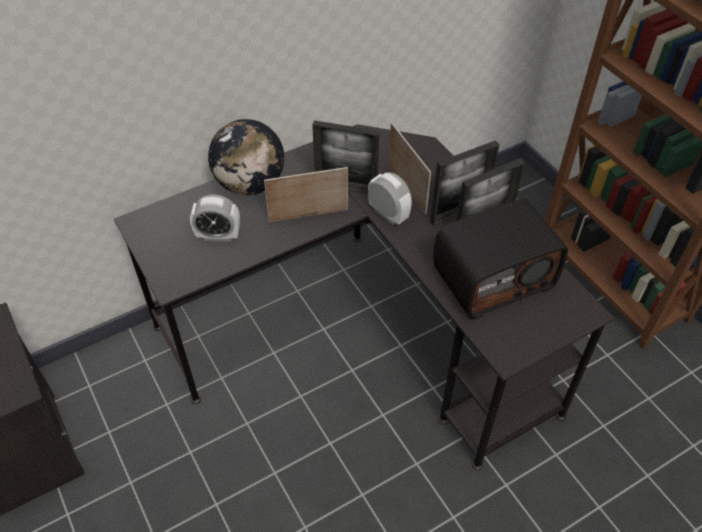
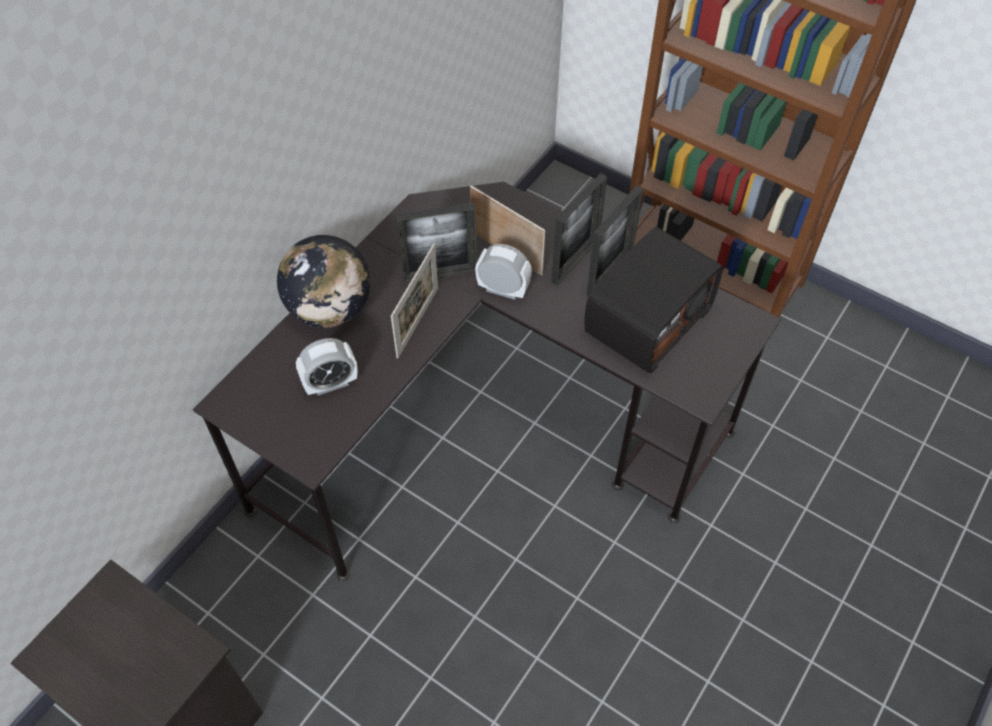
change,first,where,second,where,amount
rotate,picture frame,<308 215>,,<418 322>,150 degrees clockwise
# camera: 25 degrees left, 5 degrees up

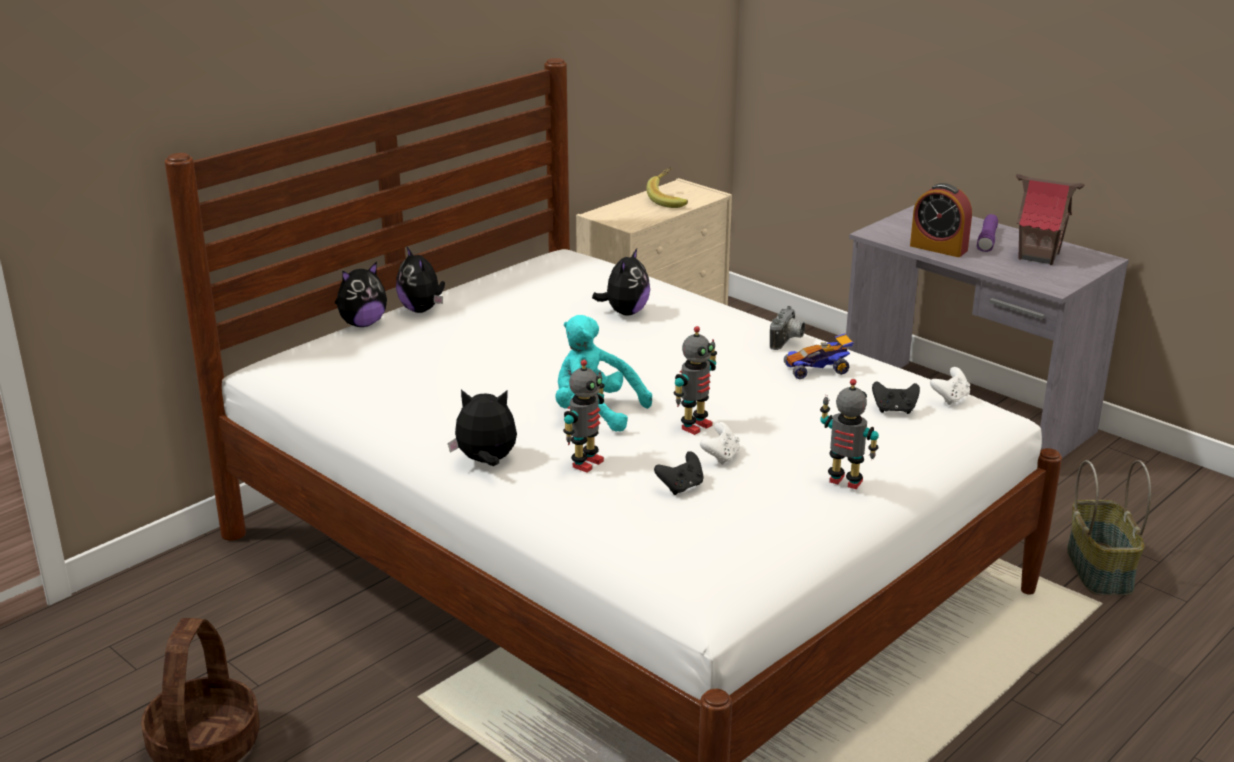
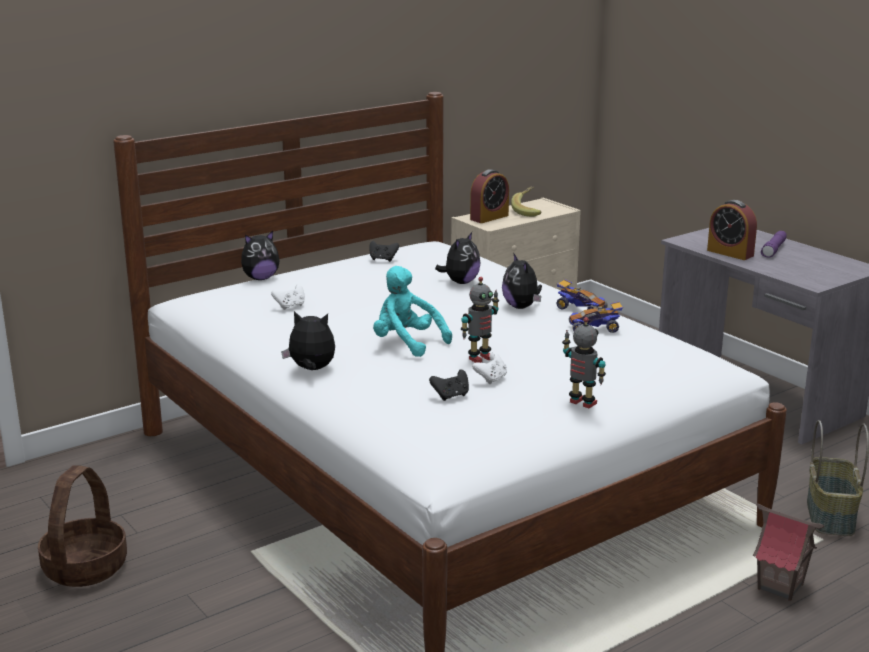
change,first,where,second,where,amount
move,plush toy,<422 310>,,<522 307>,
delete,toy robot,<585 463>,,,
replace,photo camera,<788 341>,toy car,<580 309>,
move,black game controller,<894 410>,,<383 259>,
move,white game controller,<950 398>,,<290 306>,
move,toy house,<1038 256>,,<780 587>,
insert,,,alarm clock,<489 217>,
# camera: 10 degrees right, 5 degrees down

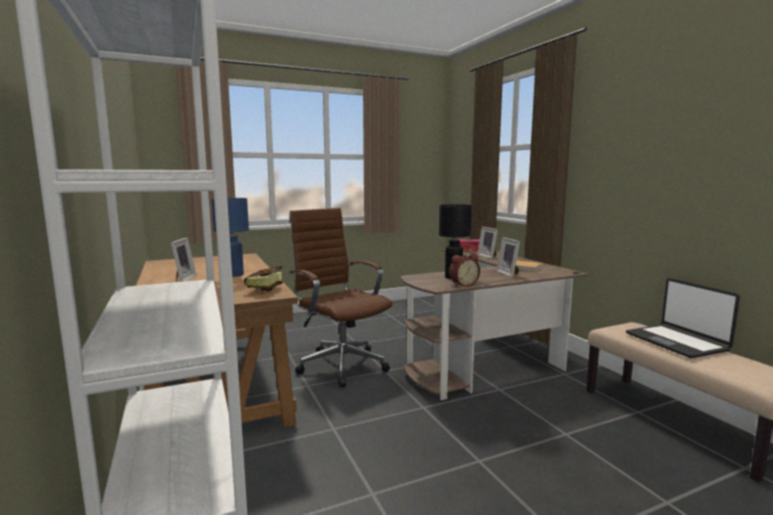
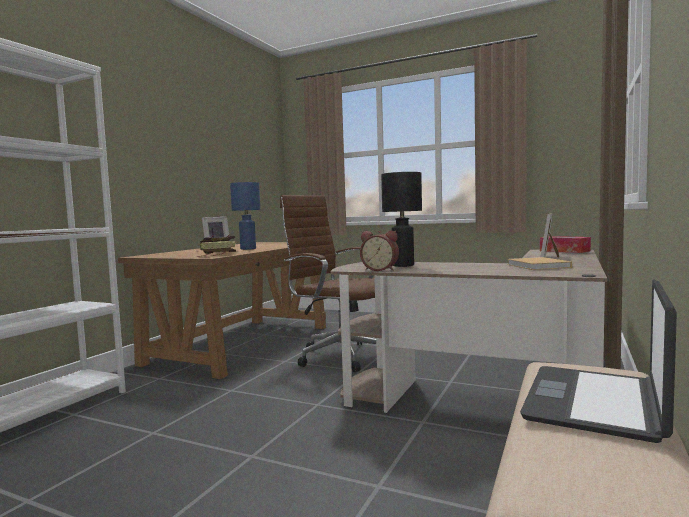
change,first,where,second,where,amount
rotate,brown office chair,<340 365>,,<339 356>,60 degrees counterclockwise
delete,picture frame,<509 274>,,,
# camera: 50 degrees right, 5 degrees down

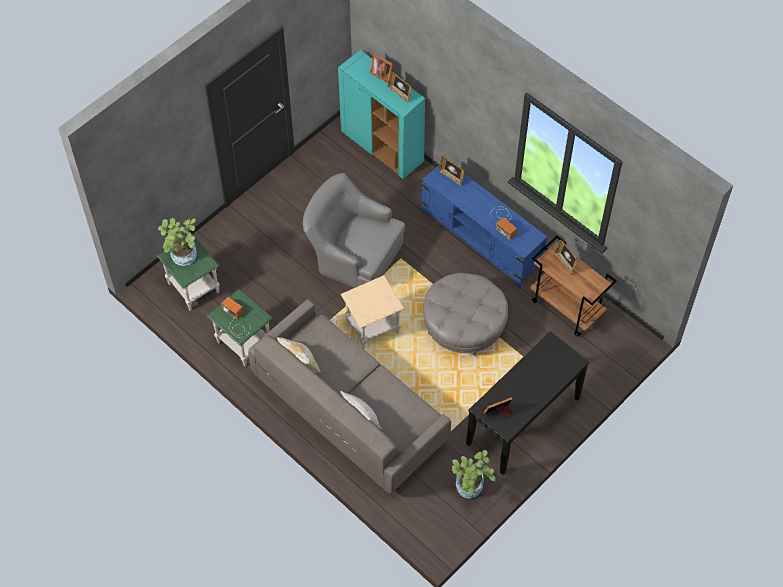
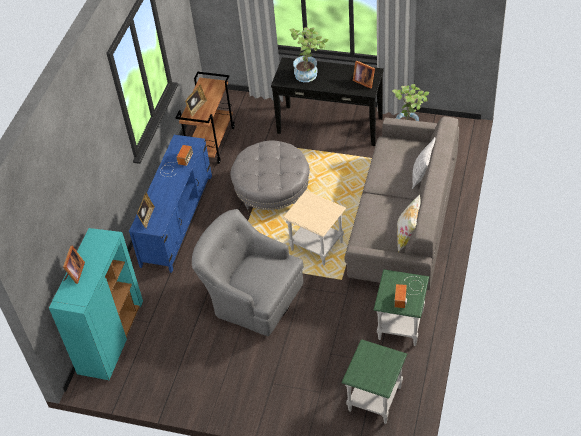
change,first,where,second,where,amount
move,potted plant,<183 259>,,<309 74>,
rotate,grey armchair,<353 254>,,<251 297>,120 degrees clockwise
delete,picture frame,<400 93>,,,
# camera: 115 degrees left, 10 degrees down

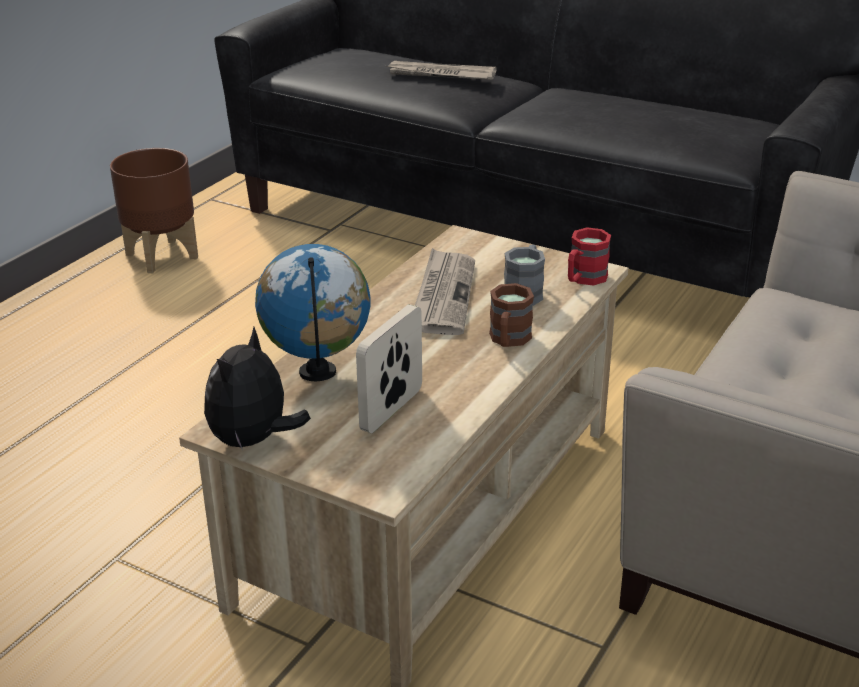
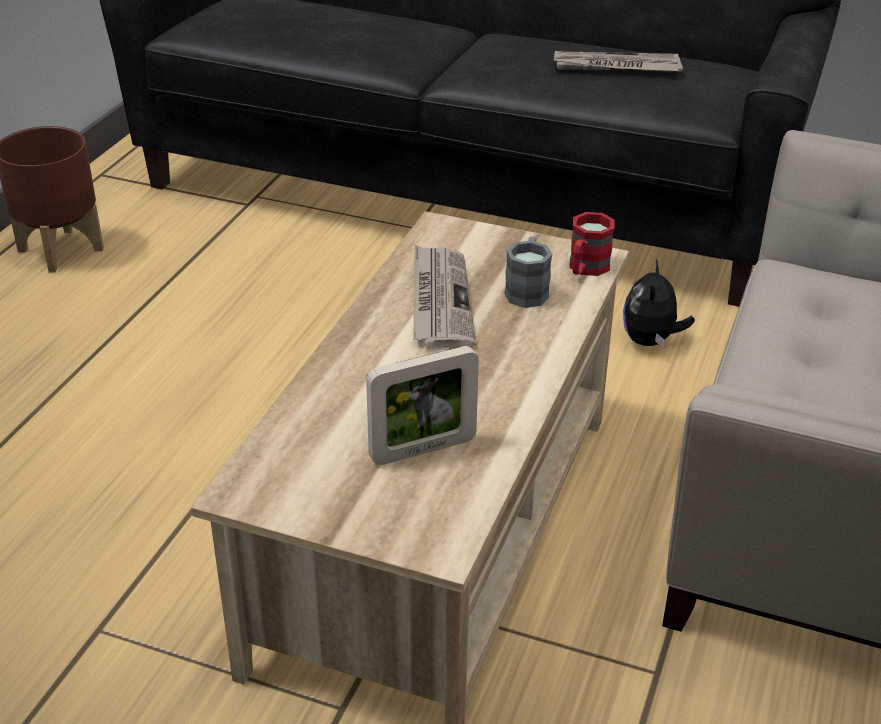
change,first,where,second,where,amount
move,plush toy,<253 441>,,<650 341>,
delete,globe,<318 372>,,,
rotate,picture frame,<391 410>,,<423 449>,135 degrees counterclockwise
move,newspaper,<440 74>,,<616 67>,
delete,brown mug,<508 340>,,,
# camera: 10 degrees left, 5 degrees up

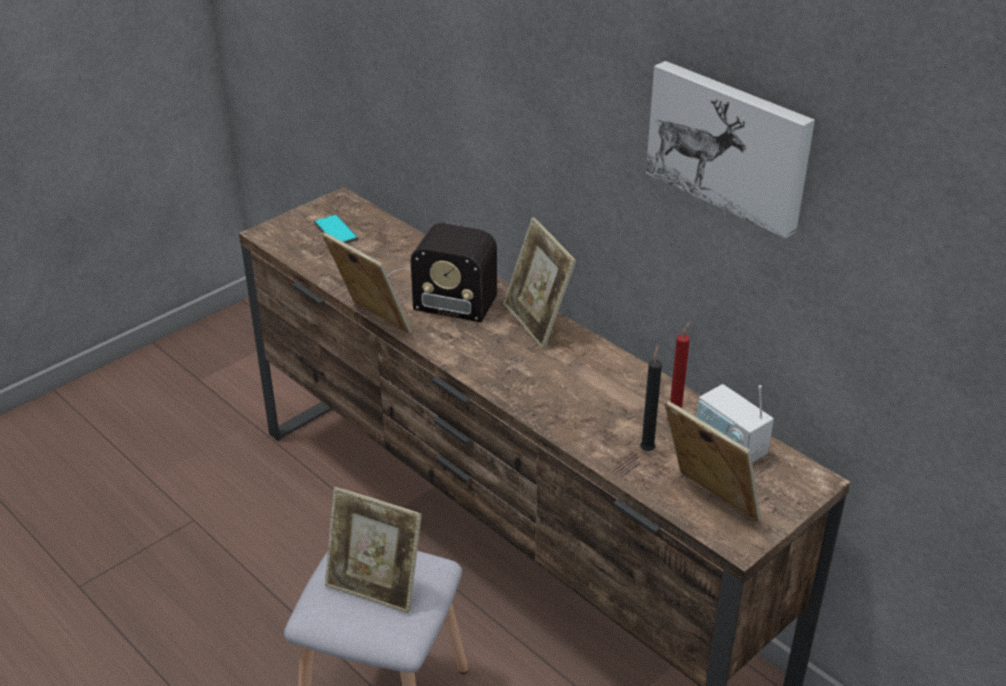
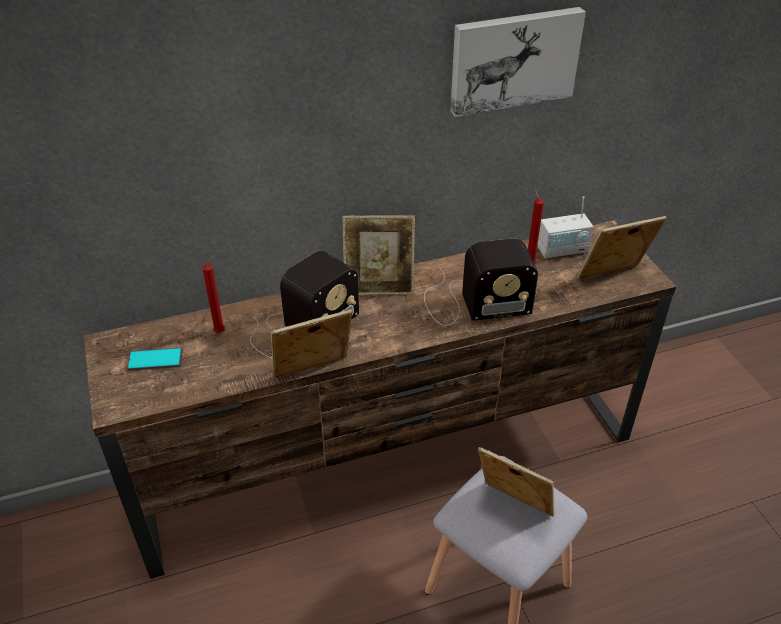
change,first,where,second,where,amount
rotate,picture frame,<375 587>,,<512 508>,105 degrees counterclockwise
delete,black candle,<647 449>,,,
insert,,,red candle,<221 331>,
insert,,,radio,<472 302>,
# camera: 65 degrees left, 5 degrees up

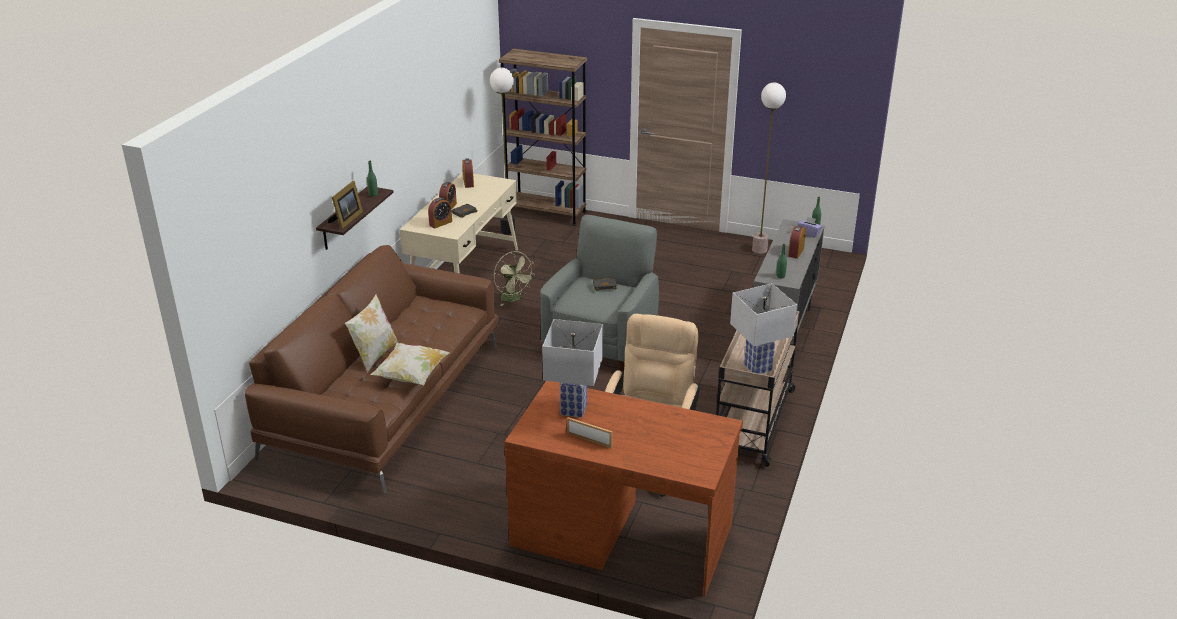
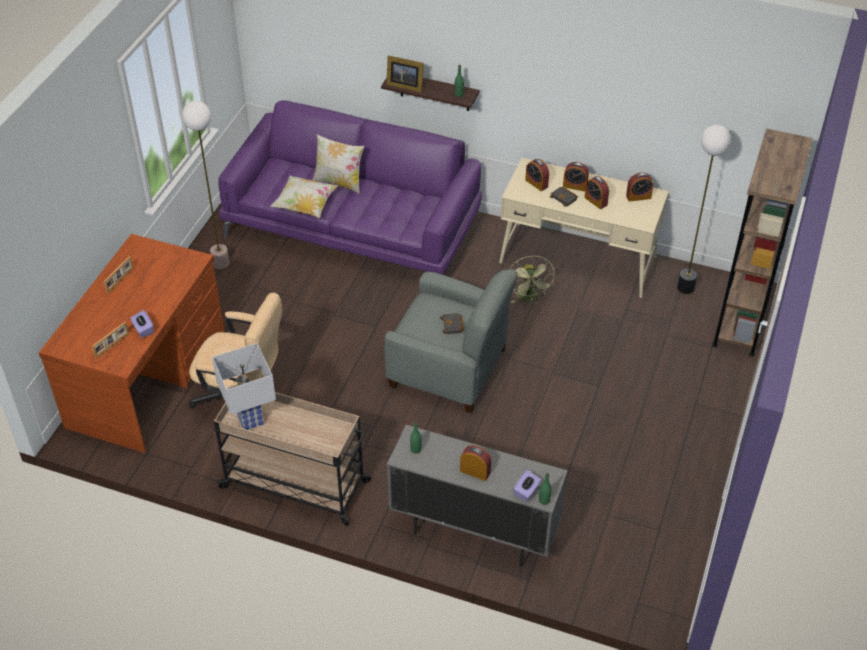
change,first,where,second,where,amount
recolor,brown sofa,<387 398>,purple sofa,<353 225>,
rotate,green fan,<514 299>,,<529 299>,60 degrees counterclockwise
delete,white table lamp,<573 410>,,,
move,floor lamp,<759 250>,,<221 263>,
insert,,,picture frame,<112 346>,
insert,,,purple tissue box,<143 329>,
insert,,,alarm clock,<595 201>,
# camera: 90 degrees right, 15 degrees up

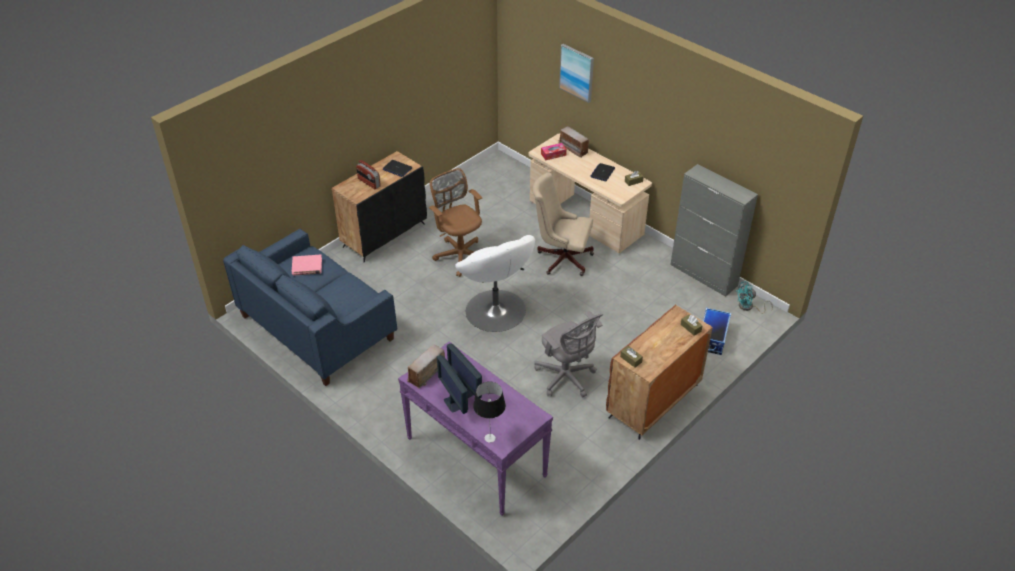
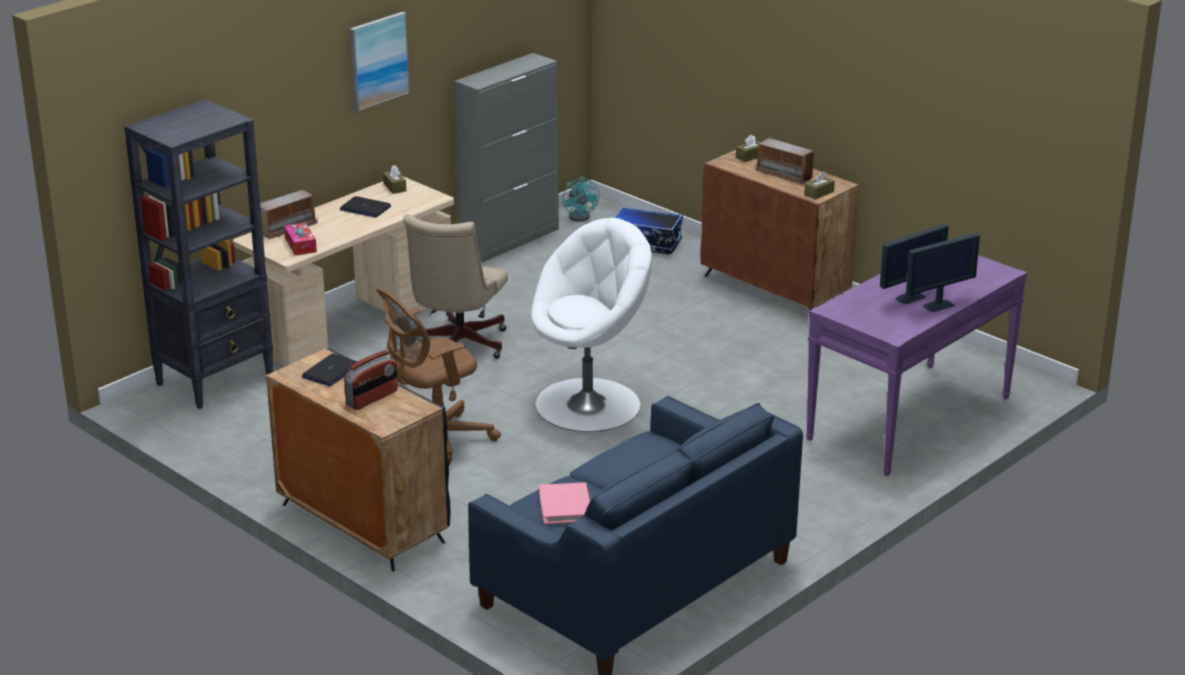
change,first,where,second,where,amount
move,radio,<427 373>,,<785 175>,
delete,table lamp,<489 438>,,,
delete,grey office chair,<566 378>,,,
move,picture,<577 72>,,<378 60>,
insert,,,black bookcase,<216 380>,
# camera: 90 degrees left, 15 degrees down

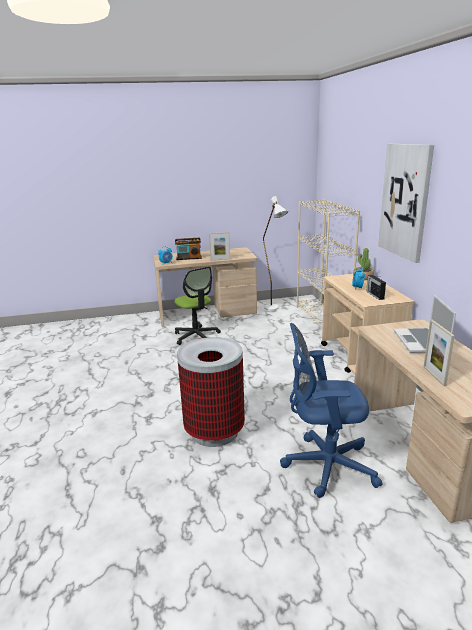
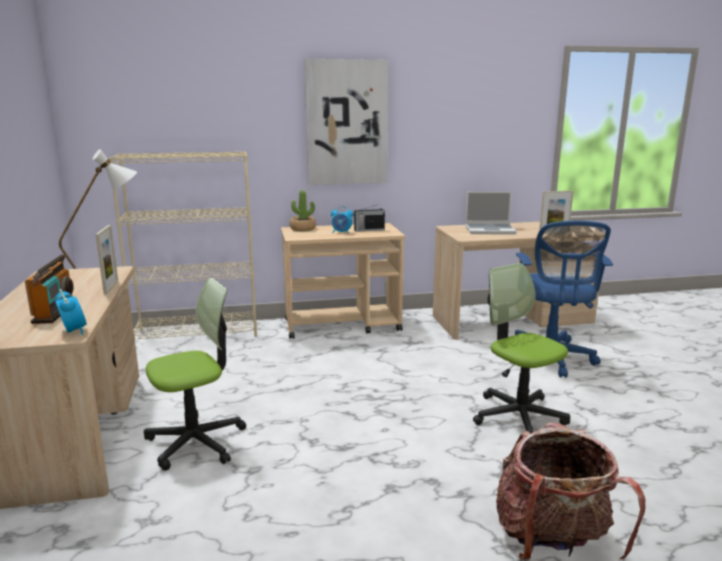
change,first,where,second,where,amount
replace,trash can,<215 431>,office chair,<518 416>,
insert,,,backpack,<552 540>,
# camera: 90 degrees left, 5 degrees down

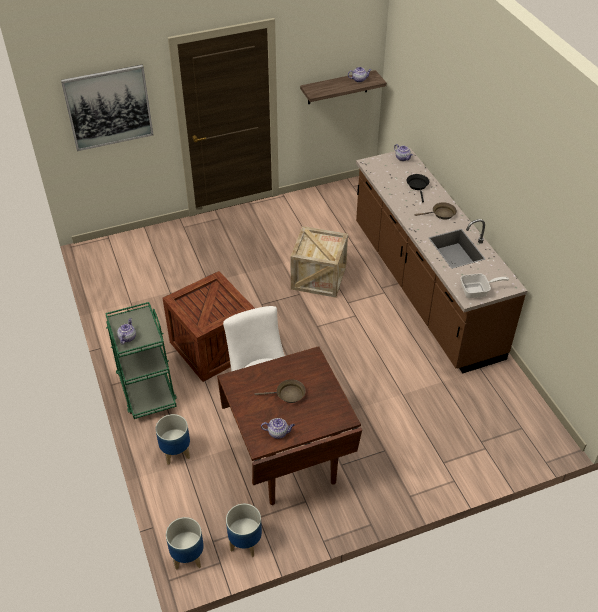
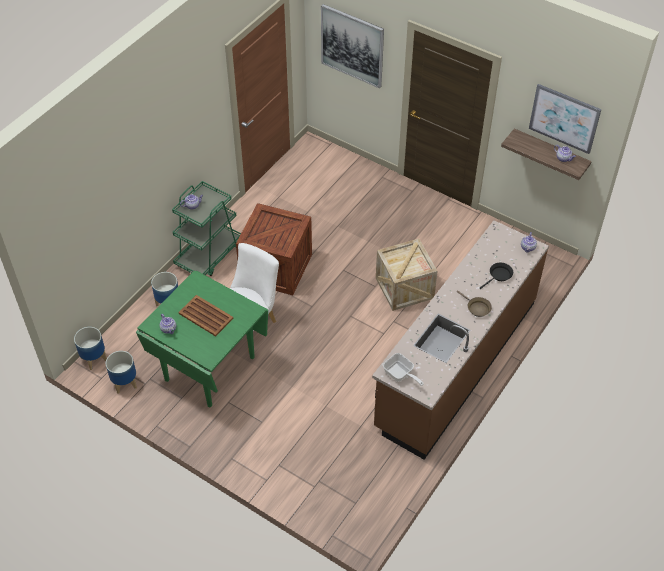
change,first,where,second,where,amount
recolor,brown dining table,<289 459>,green dining table,<210 368>,
replace,brown frying pan,<288 394>,brown tray,<206 316>,
insert,,,picture,<564 118>,
# camera: 55 degrees right, 5 degrees up

